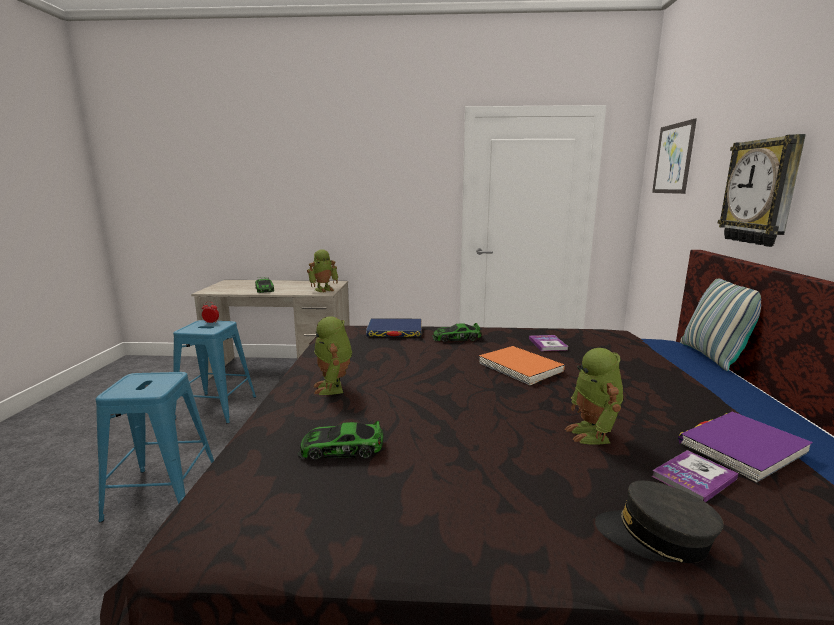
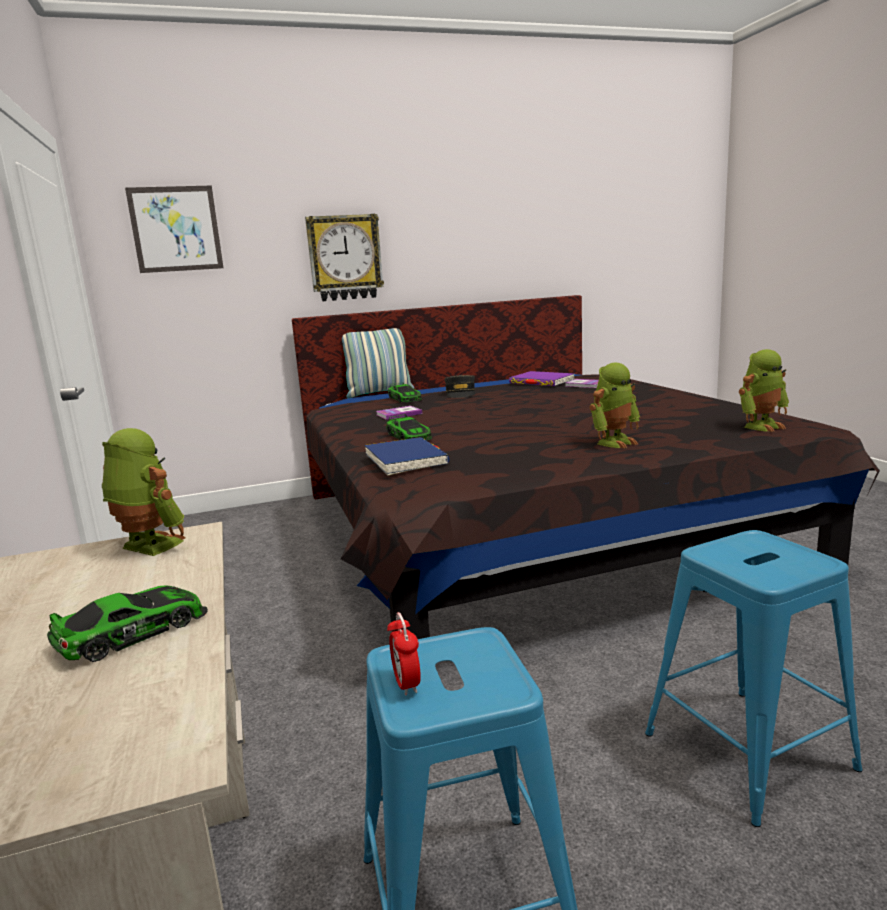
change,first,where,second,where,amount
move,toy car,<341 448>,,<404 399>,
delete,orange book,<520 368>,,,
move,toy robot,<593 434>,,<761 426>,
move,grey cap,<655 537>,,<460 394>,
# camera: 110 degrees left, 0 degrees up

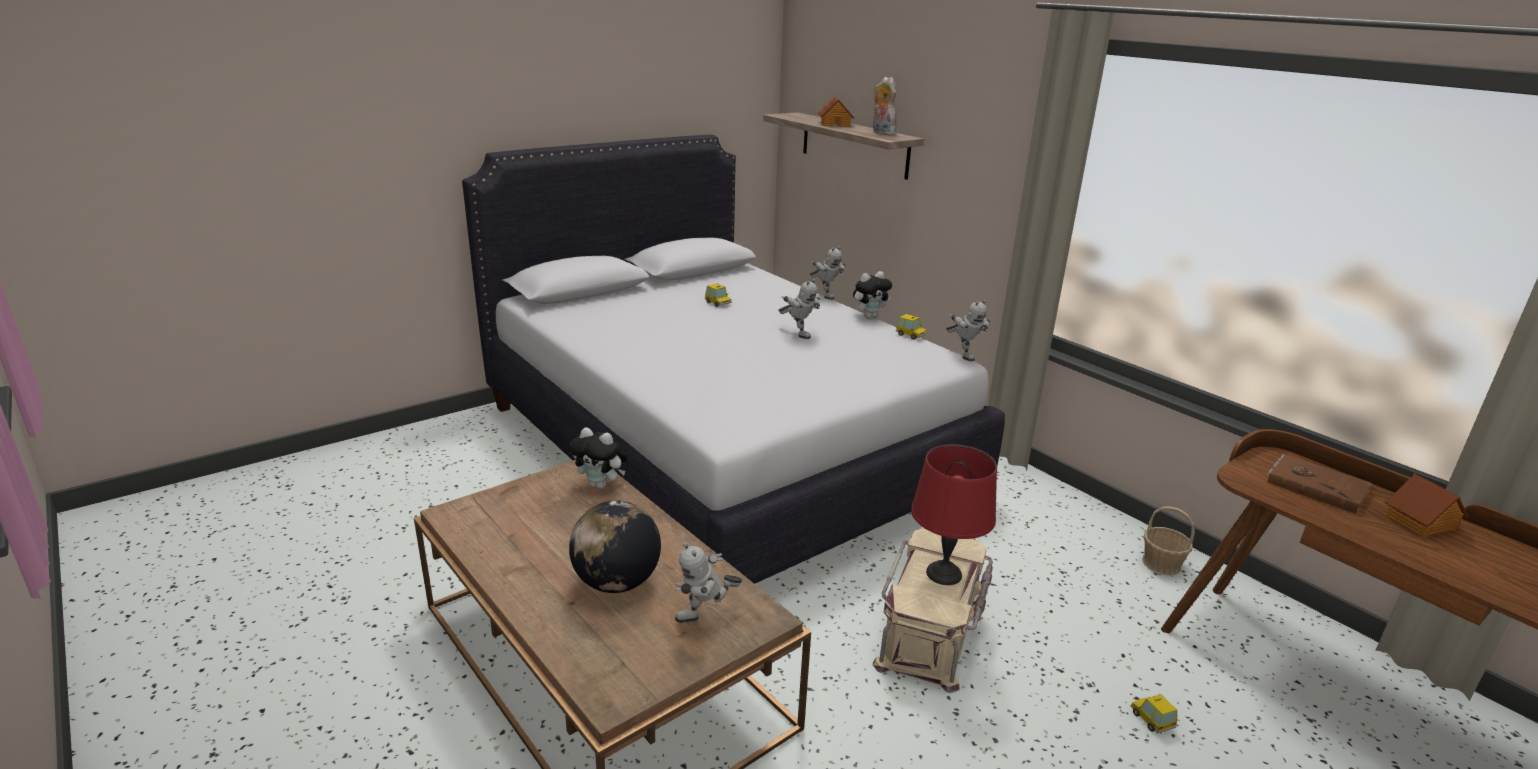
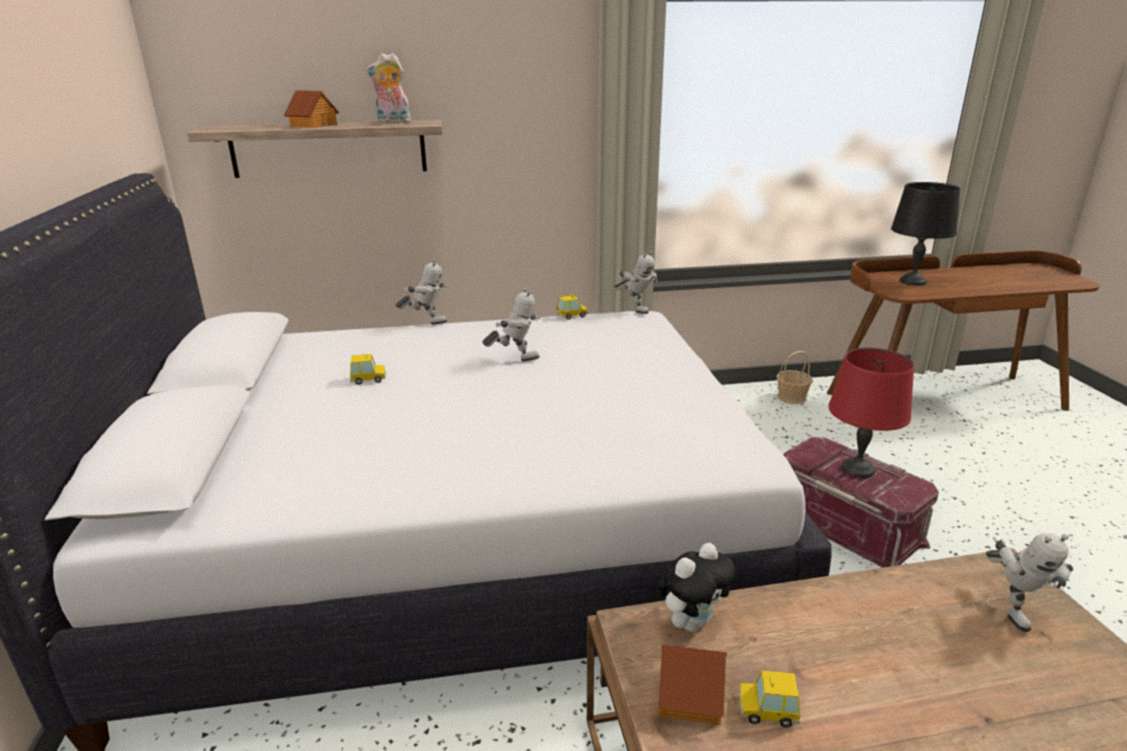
change,first,where,second,where,amount
delete,globe,<617 583>,,,
delete,plush toy,<869 316>,,,
recolor,beige storage box,<931 632>,red storage box,<848 526>,
rotate,toy robot,<963 355>,,<635 309>,45 degrees clockwise
move,toy car,<1151 719>,,<767 710>,
replace,brown book,<1316 486>,black table lamp,<912 281>,
move,toy house,<1421 522>,,<691 694>,
# camera: 60 degrees left, 0 degrees up

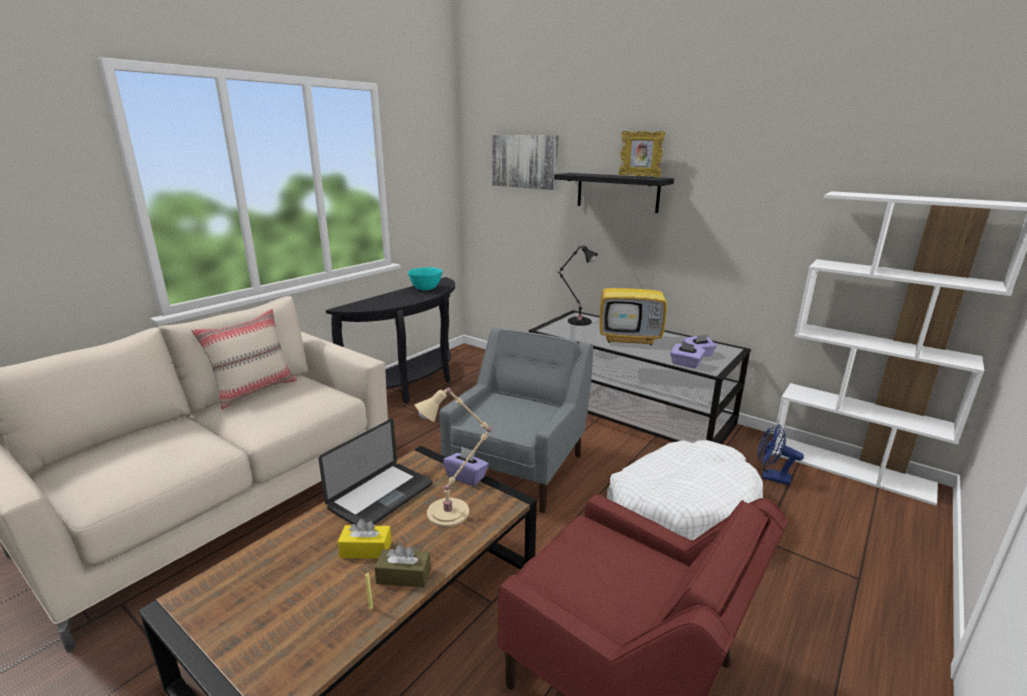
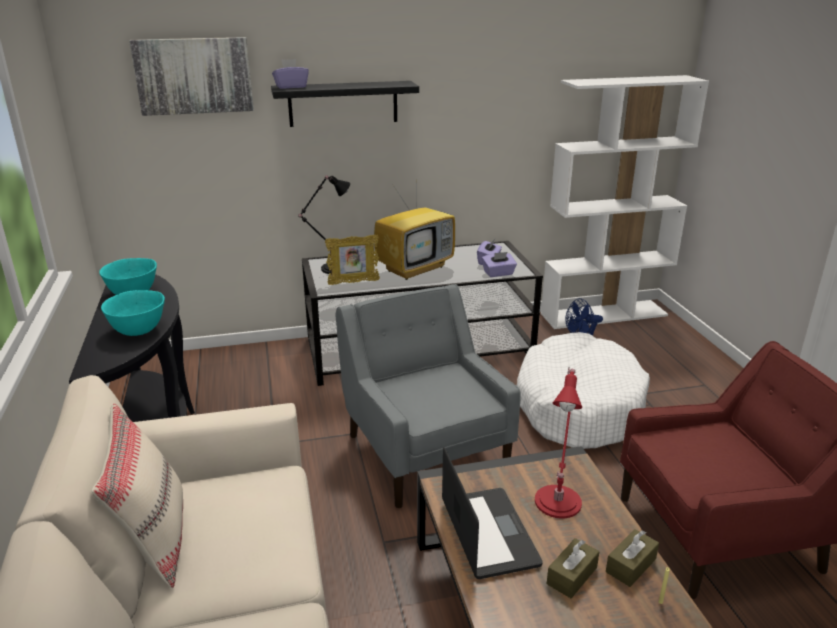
change,first,where,second,where,amount
recolor,yellow tissue box,<366 549>,brown tissue box,<572 575>,
recolor,beige table lamp,<452 512>,red table lamp,<558 499>,
move,purple tissue box,<466 477>,,<291 87>,
move,picture frame,<639 176>,,<353 282>,
insert,,,turquoise bowl,<139 330>,
# camera: 50 degrees left, 5 degrees up

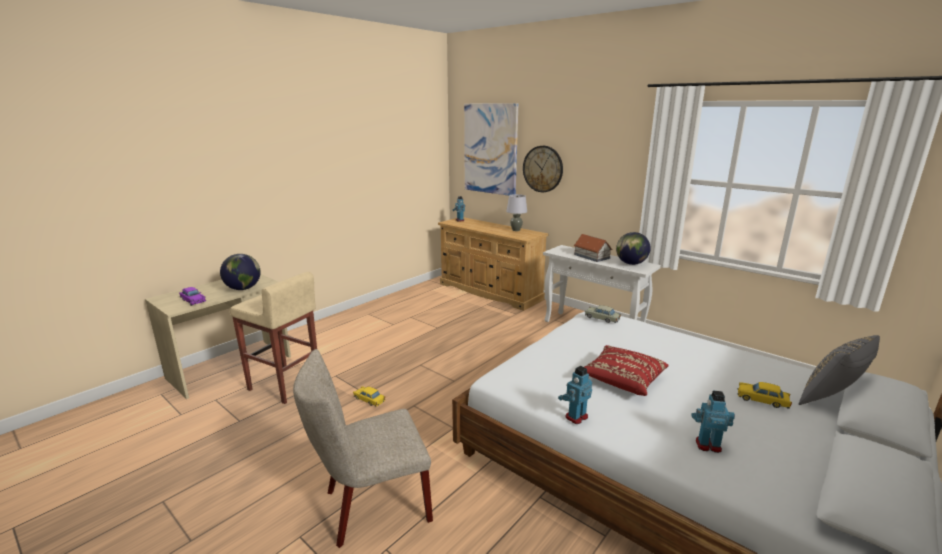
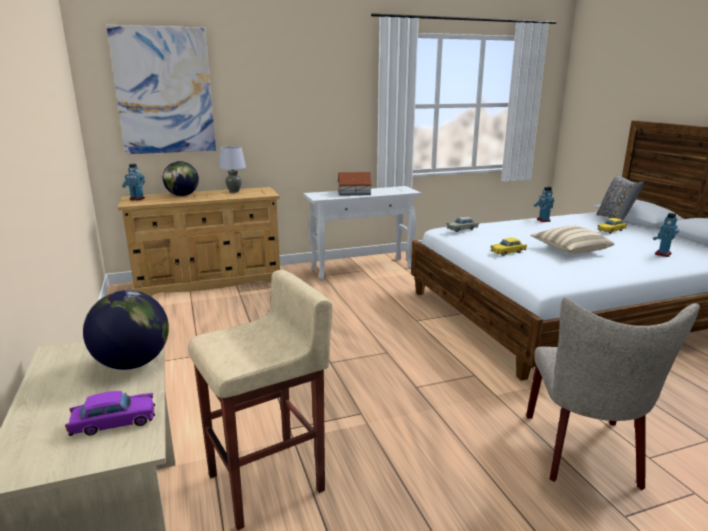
change,first,where,second,where,amount
move,yellow toy car,<369 400>,,<508 252>,
delete,wall clock,<543 169>,,,
move,toy robot,<576 417>,,<543 220>,
recolor,red pillow,<622 380>,beige pillow,<569 250>,
move,globe,<631 263>,,<182 195>,
# camera: 60 degrees left, 0 degrees up

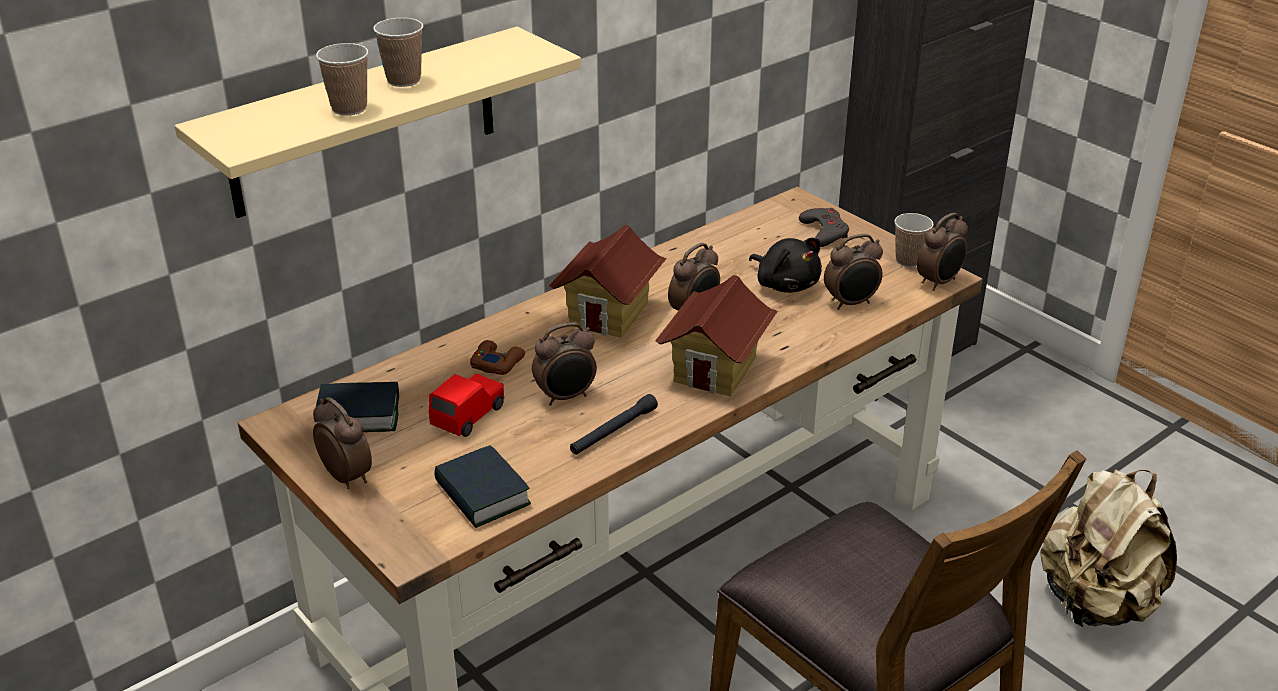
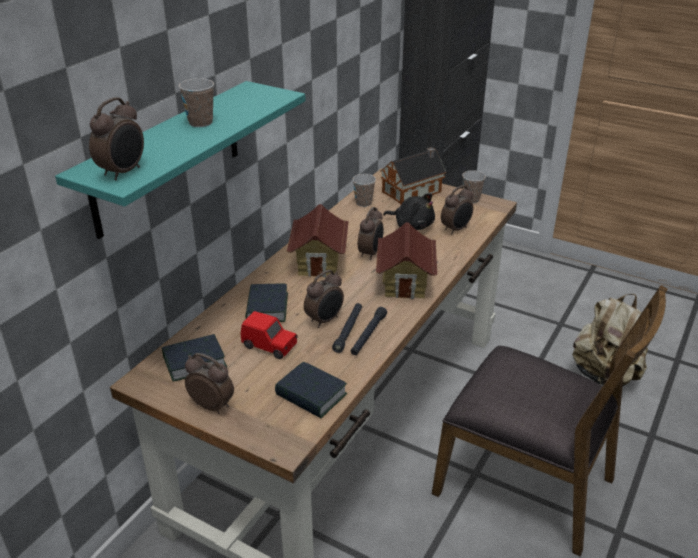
change,first,where,second,where,amount
recolor,beige shelf,<364 122>,turquoise shelf,<168 158>,
move,cup,<349 108>,,<363 203>,
rotate,red toy car,<468 416>,,<270 346>,105 degrees clockwise
replace,brown game controller,<497 363>,book,<267 308>,
replace,grey game controller,<824 232>,toy house,<414 191>,
move,alarm clock,<939 282>,,<123 172>,
insert,,,black flashlight,<348 330>,
# camera: 20 degrees left, 0 degrees up

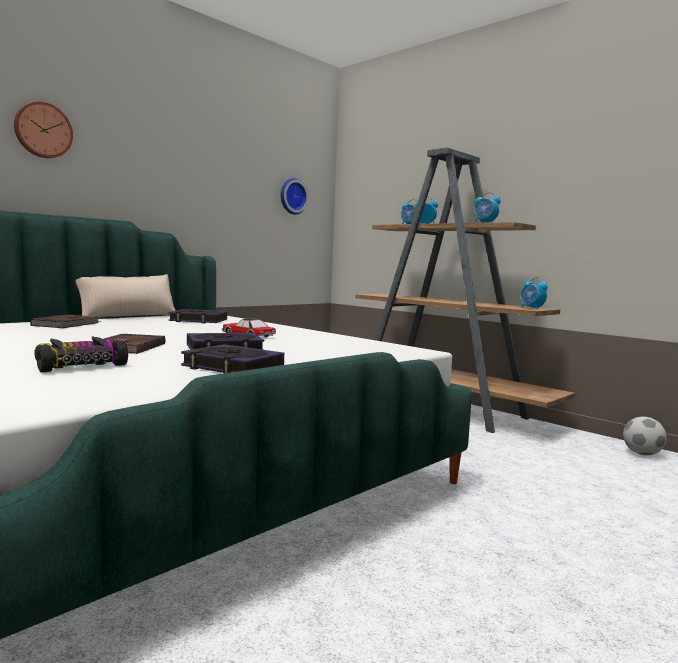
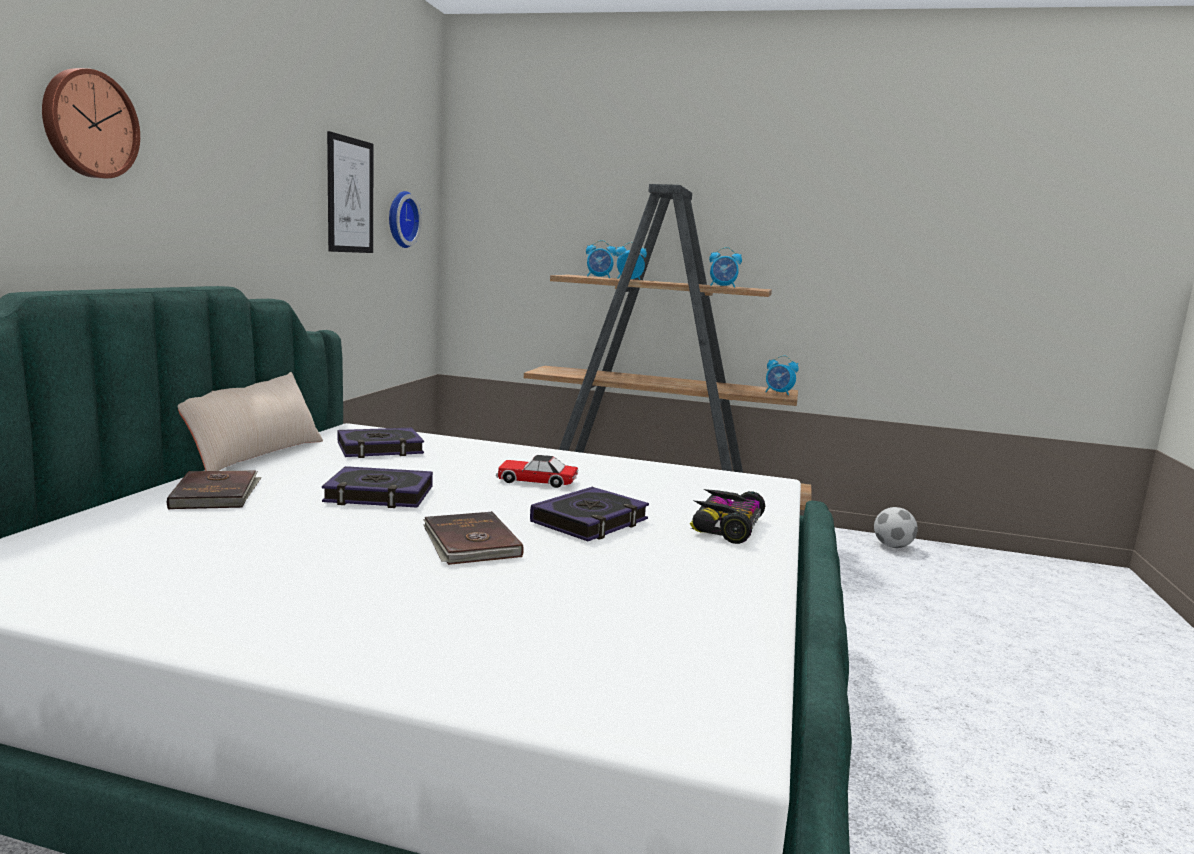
change,first,where,second,where,amount
move,toy car,<79 366>,,<725 527>,
move,book,<233 367>,,<379 495>,
insert,,,picture,<350 195>,
# camera: 30 degrees left, 5 degrees up

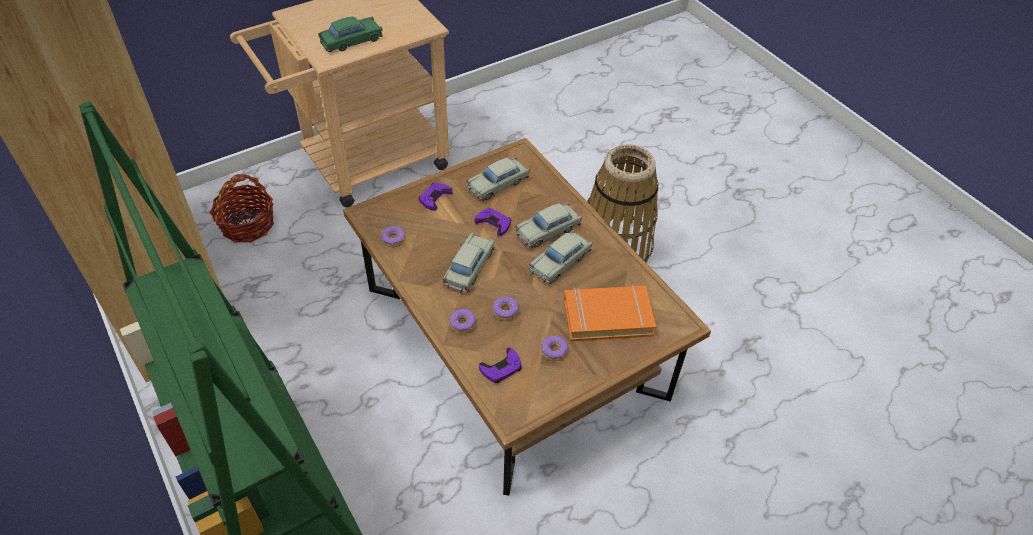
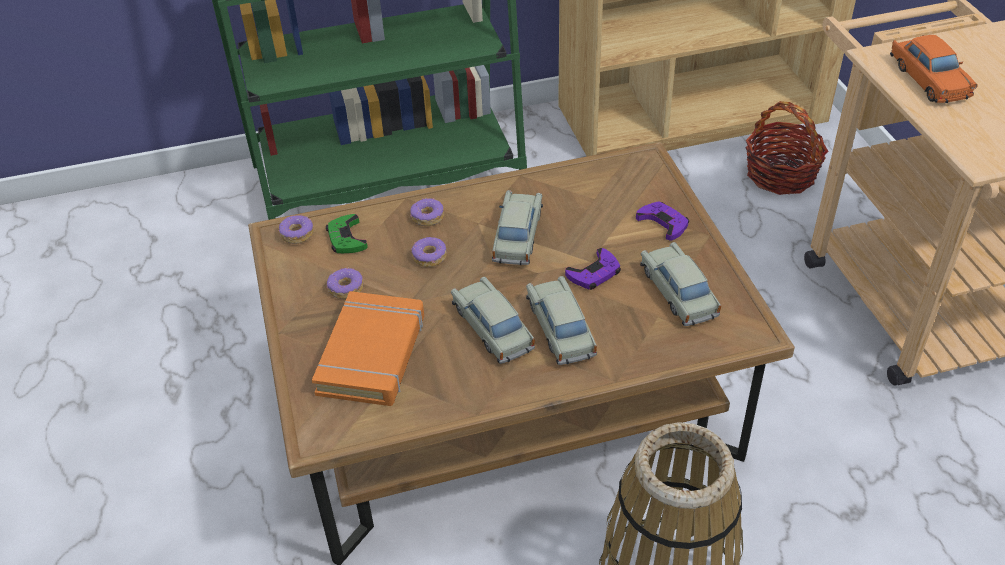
change,first,where,second,where,amount
recolor,green toy car,<351 41>,orange toy car,<929 79>,
move,donut,<393 239>,,<297 234>,
rotate,beige toy car,<469 268>,,<517 236>,120 degrees counterclockwise
recolor,purple game controller,<501 368>,green game controller,<346 238>,
# camera: 110 degrees right, 5 degrees down

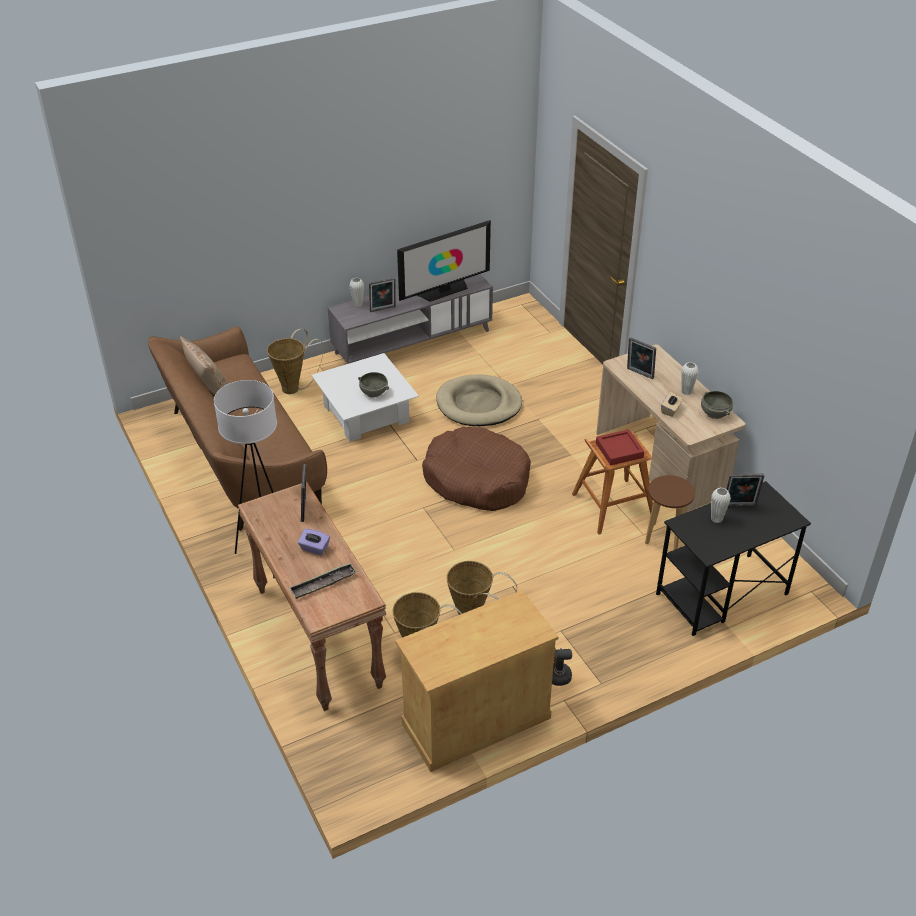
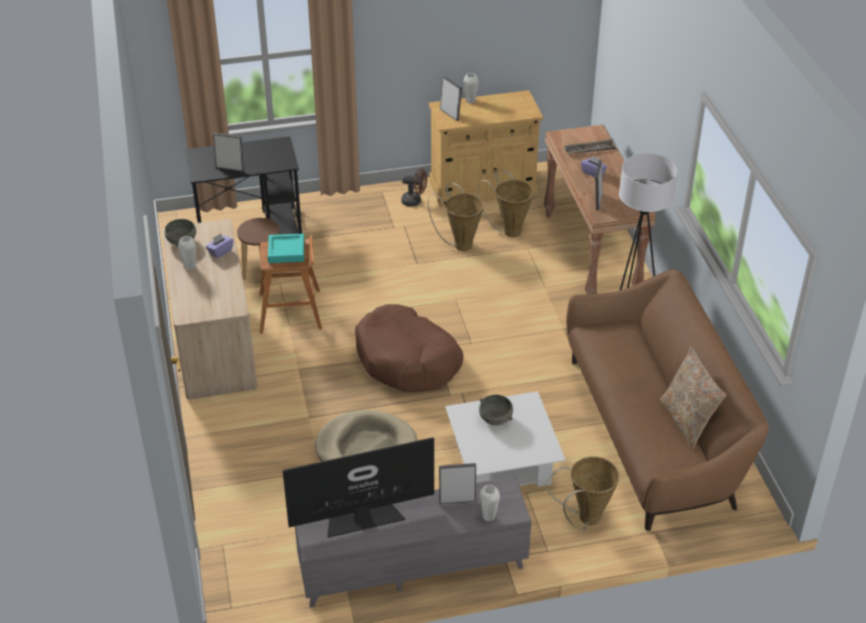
change,first,where,second,where,amount
recolor,red tray,<619 450>,turquoise tray,<286 251>,
move,picture frame,<639 374>,,<450 114>,
recolor,beige tissue box,<670 410>,purple tissue box,<220 251>,
move,white vase,<716 519>,,<470 101>,
# camera: 165 degrees left, 0 degrees up

